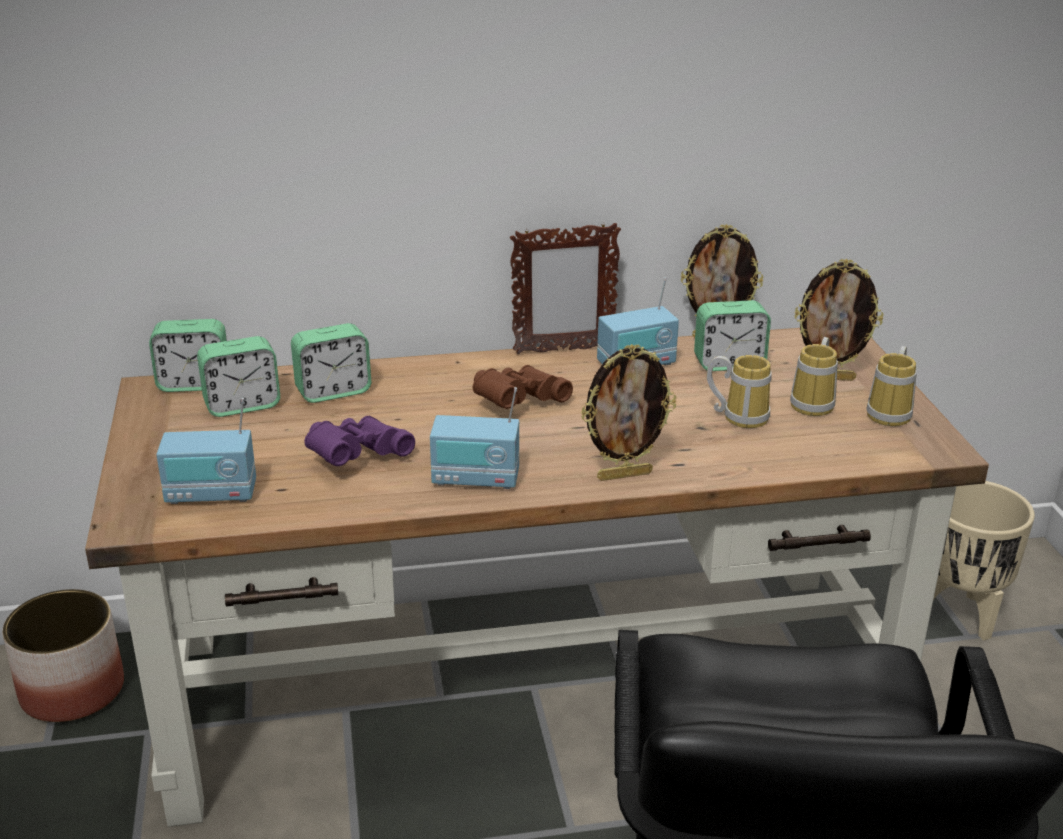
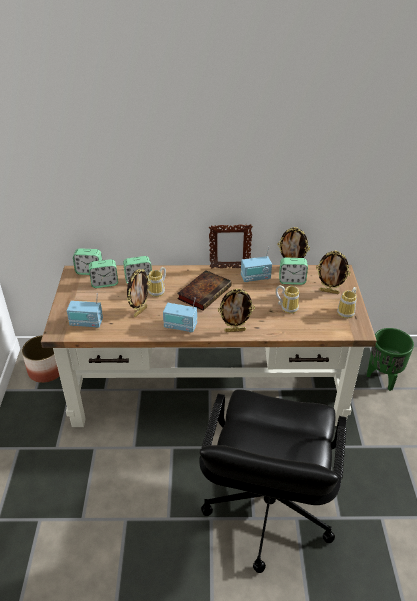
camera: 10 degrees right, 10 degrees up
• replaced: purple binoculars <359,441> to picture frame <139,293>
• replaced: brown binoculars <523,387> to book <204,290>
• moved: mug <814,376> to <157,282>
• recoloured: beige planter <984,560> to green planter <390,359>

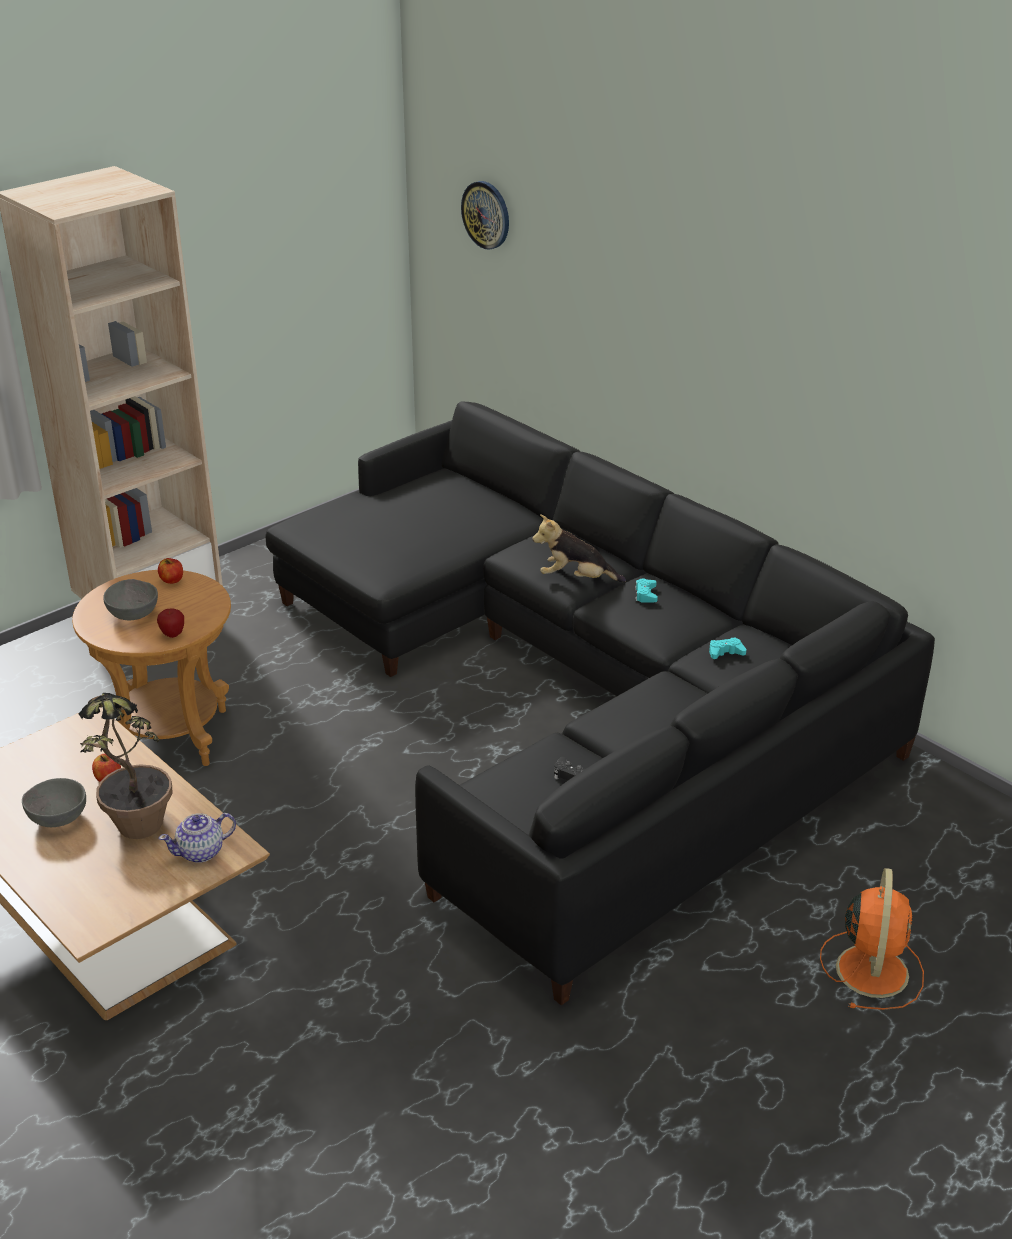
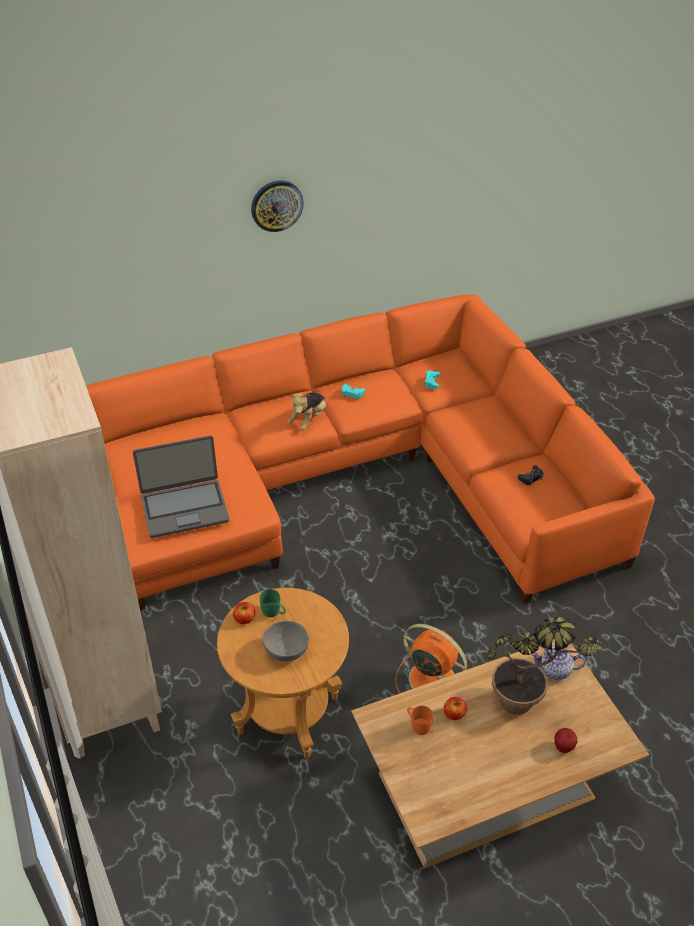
camera: 70 degrees left, 10 degrees up
• removed: grey bowl <54,802>
• moved: apple <170,623> to <565,740>
• turned: teapot <197,838> = <558,663> 105 degrees clockwise
• recoloured: black sofa <600,703> to orange sofa <370,452>
• moved: wall clock <485,215> to <277,206>
• moved: orange fan <872,939> to <431,658>
• added: laptop <181,487>
• added: green mug <273,603>
• added: orange mug <420,720>

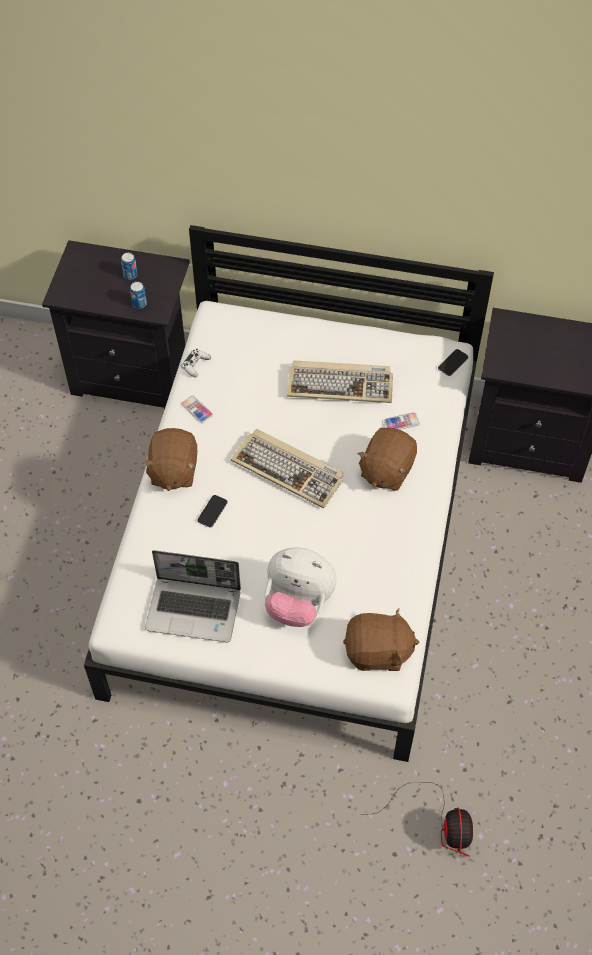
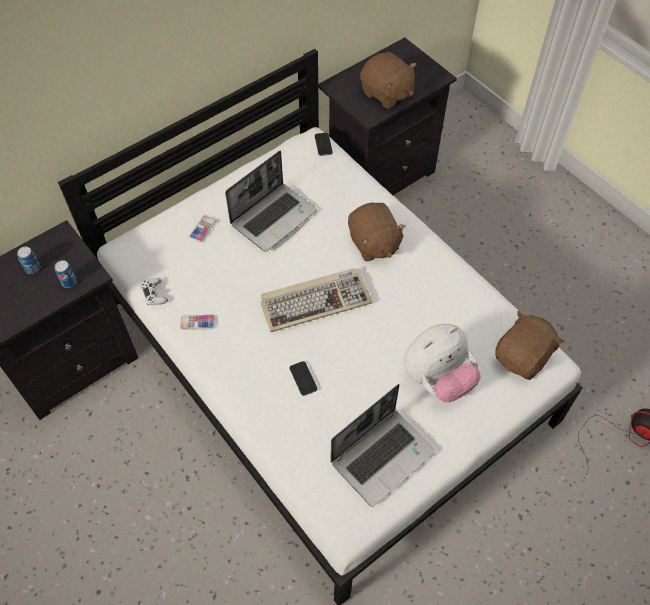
camera: 50 degrees left, 0 degrees up
• moved: brown plush toy <169,459> to <388,80>
• replaced: keyboard <340,381> to laptop <271,201>
• moved: phone <402,421> to <203,228>

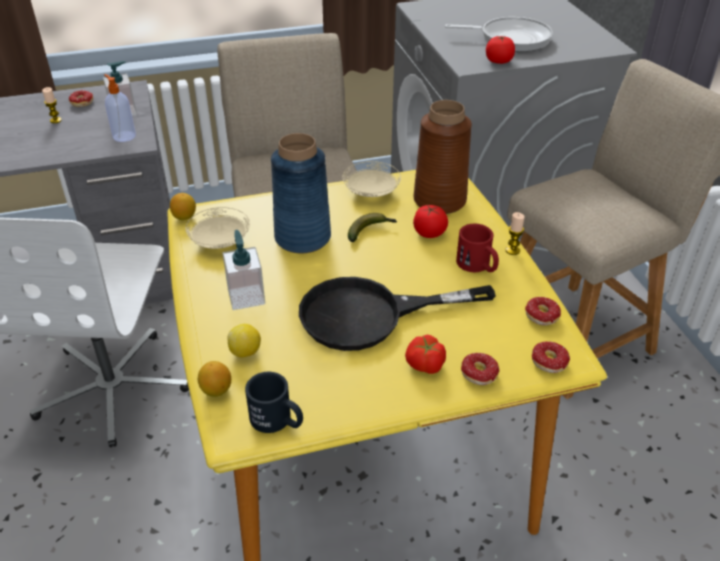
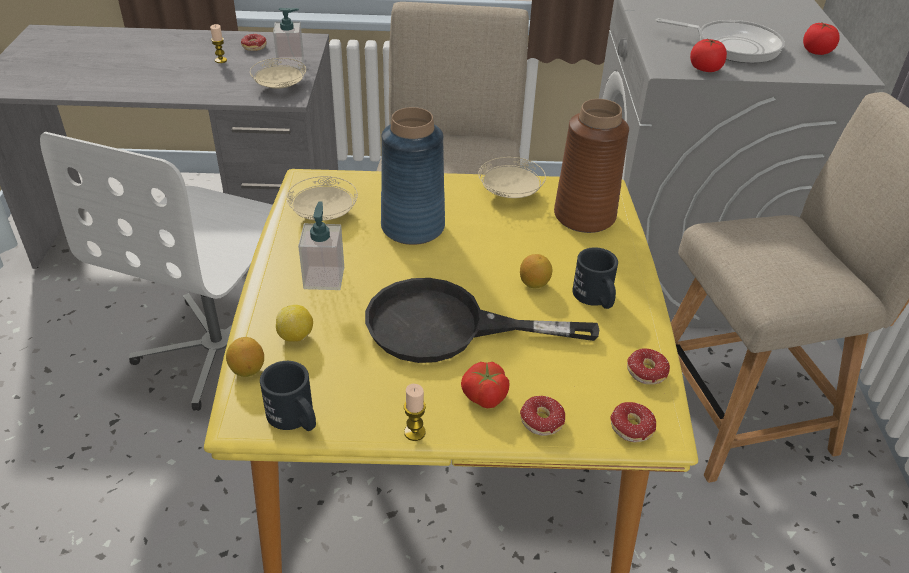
camera: 15 degrees right, 0 degrees up
• replaced: soap dispenser <120,108> to beige plate <278,73>
• moved: lemon <183,206> to <536,271>
• removed: banana <372,227>
• moved: tomato <430,221> to <821,39>
• recoloured: red mug <477,248> to black mug <595,278>
• moved: candle <515,233> to <415,412>

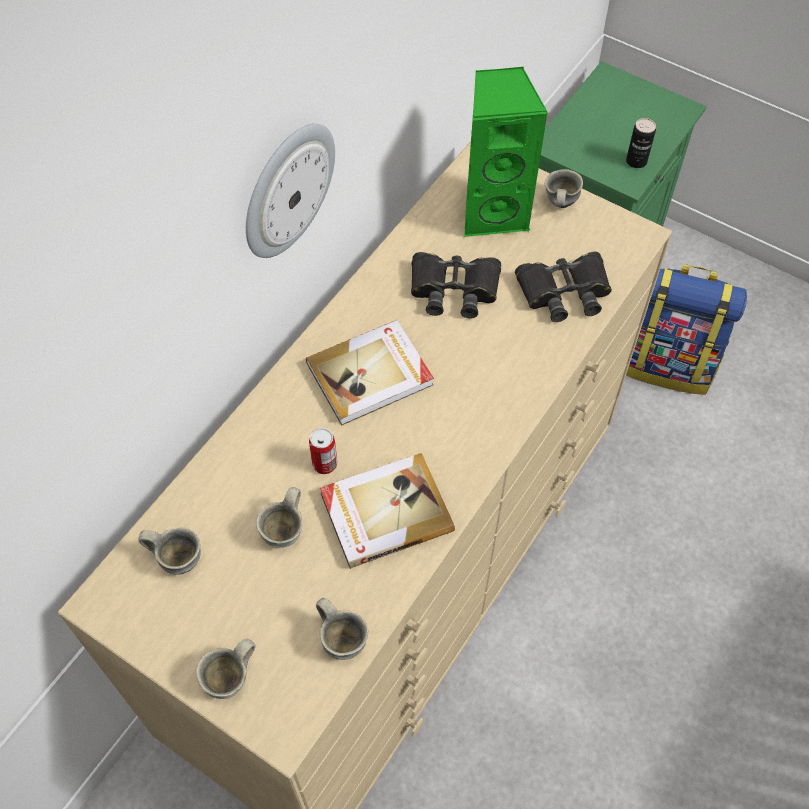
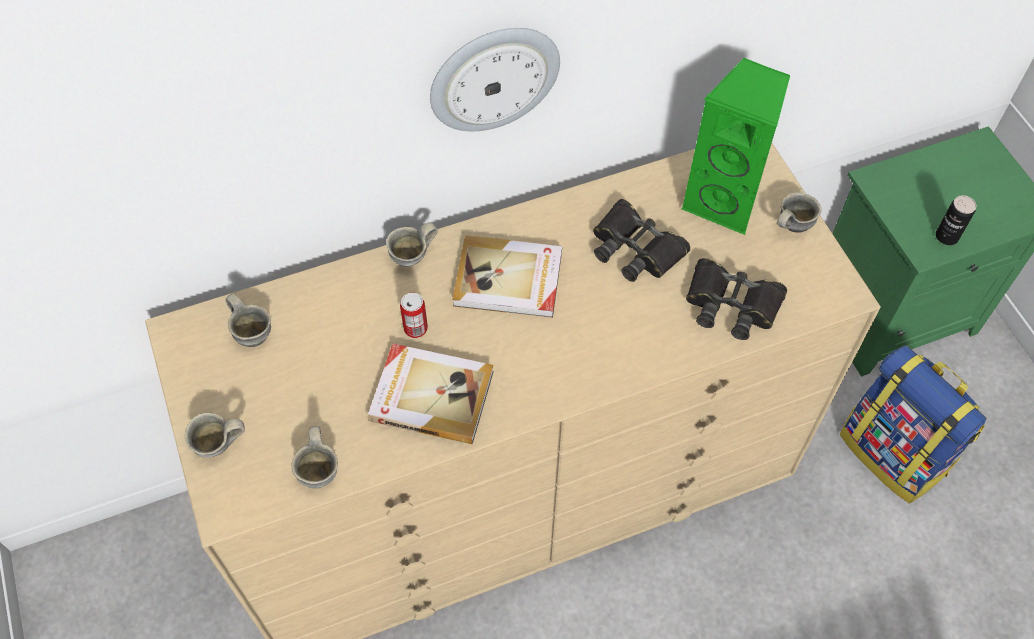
camera: 35 degrees right, 0 degrees up
• moved: grey mug <279,517> to <412,244>

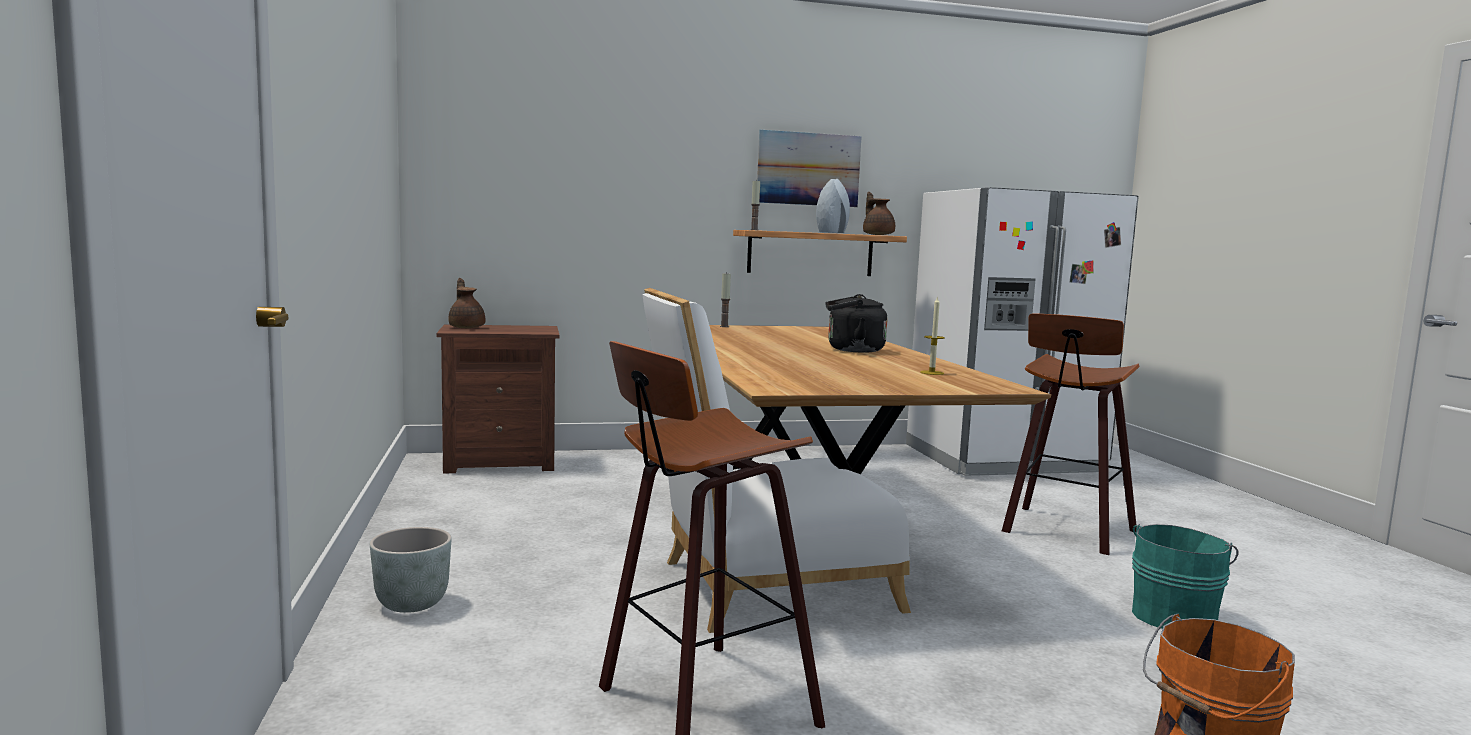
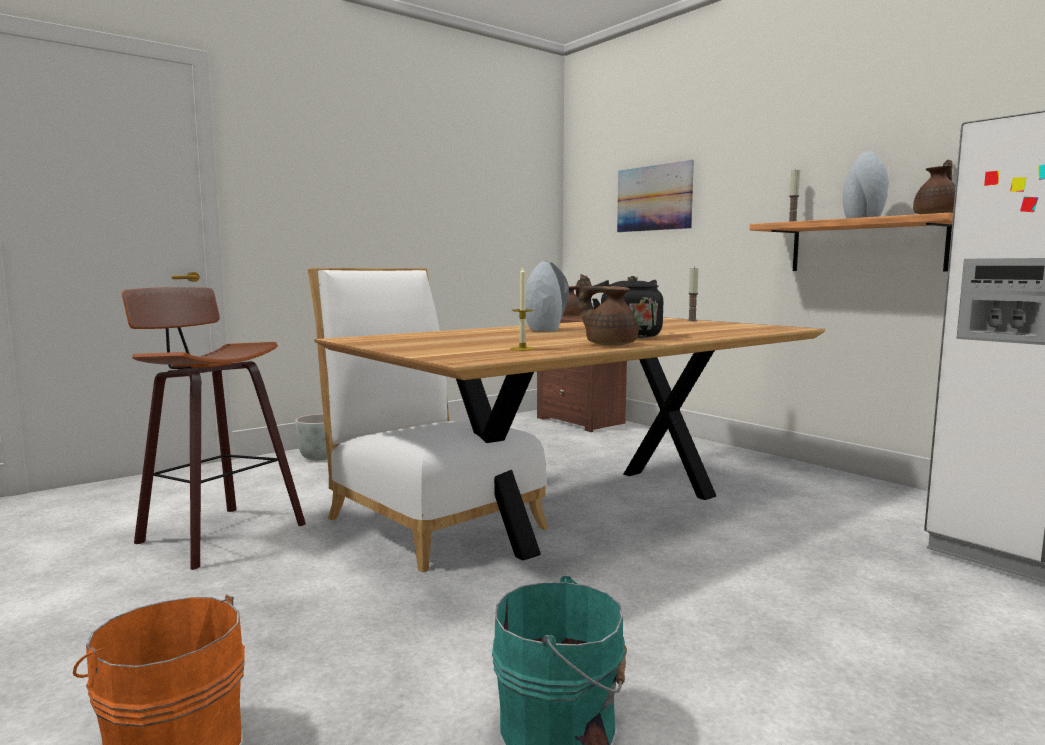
camera: 65 degrees right, 0 degrees up
• moved: picture <809,168> to <655,196>
• removed: stool <1071,434>
• added: grey vase <547,296>
• added: brown teapot <608,310>

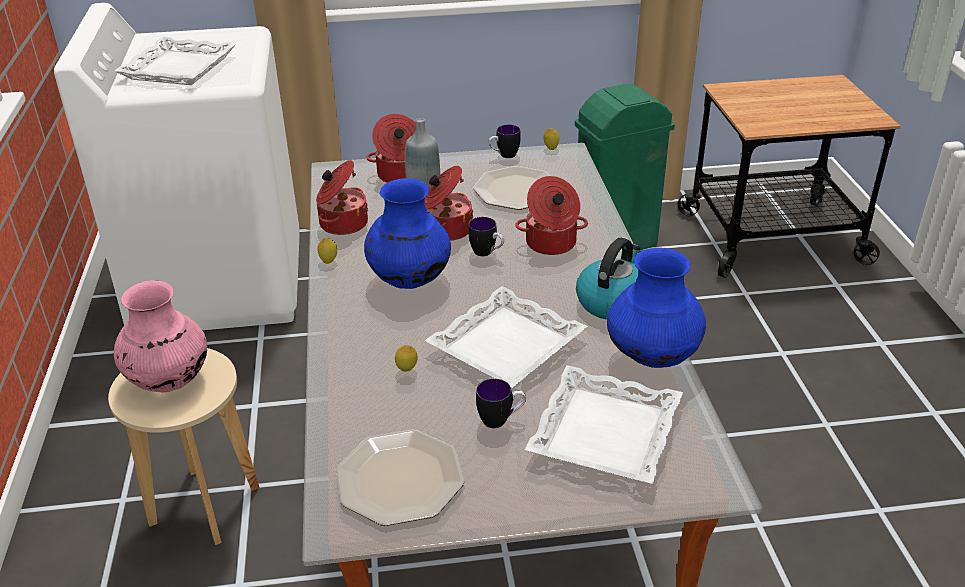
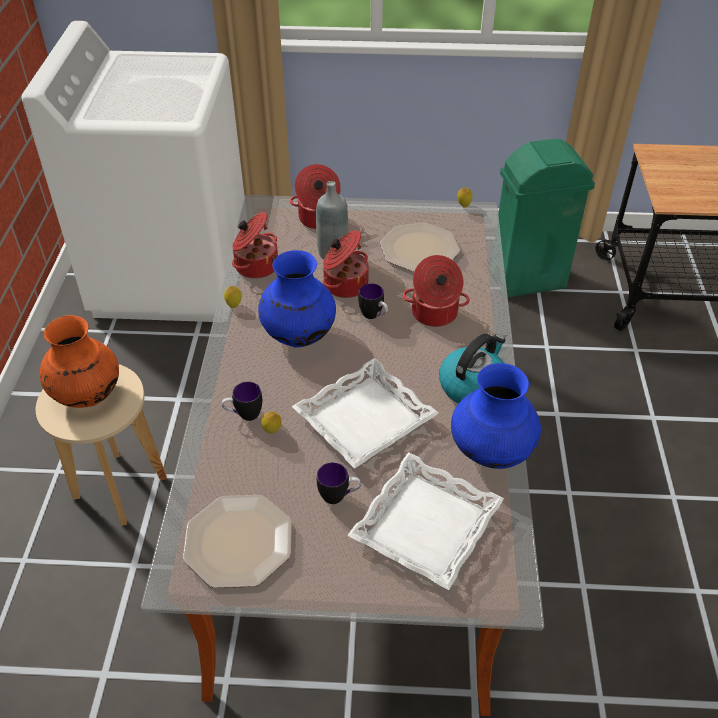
camera: 10 degrees right, 10 degrees up
• recoloured: pink vase <160,336> to orange vase <79,361>
• removed: white tray <175,61>
• moved: mug <504,141> to <242,401>

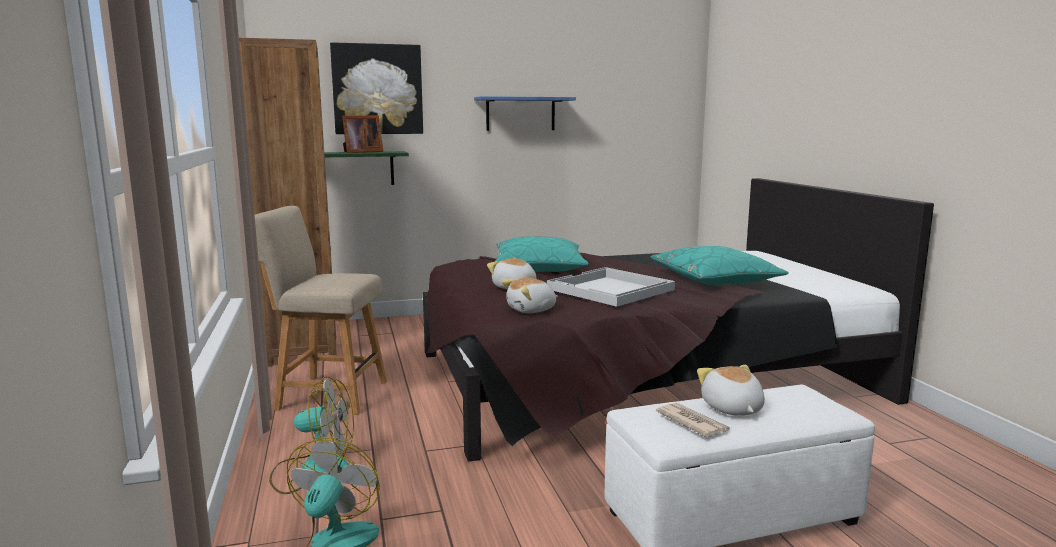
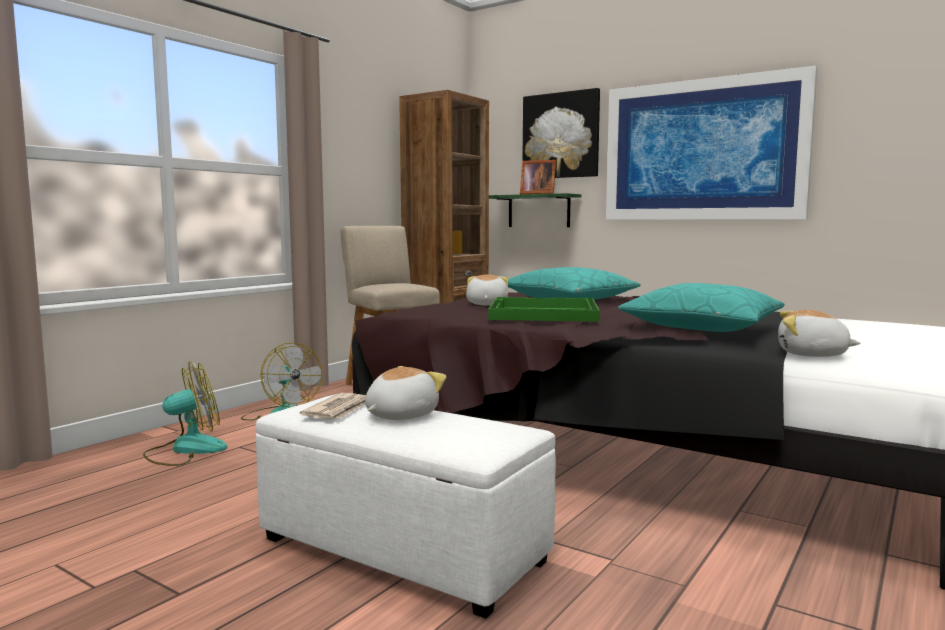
camera: 50 degrees right, 5 degrees down
• replaced: blue shelf <525,113> to picture <711,143>
• moved: plush toy <530,295> to <819,333>
• recoloured: white tray <611,287> to green tray <544,309>

